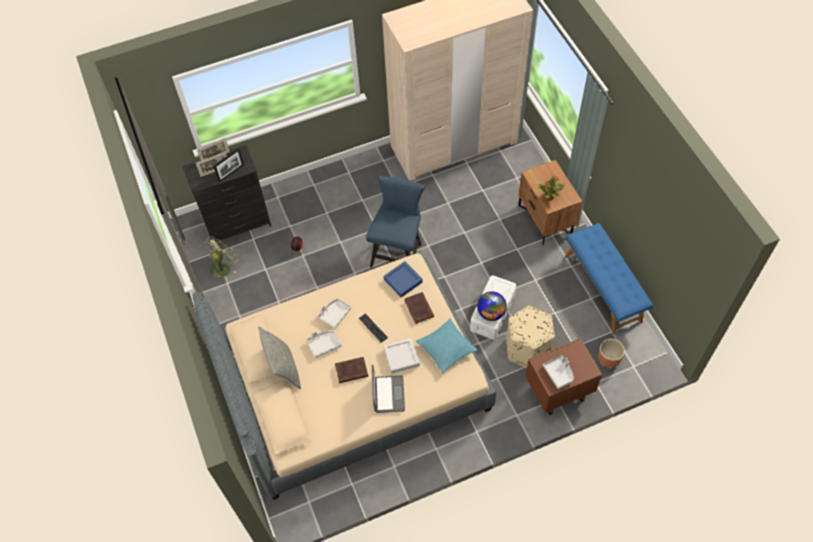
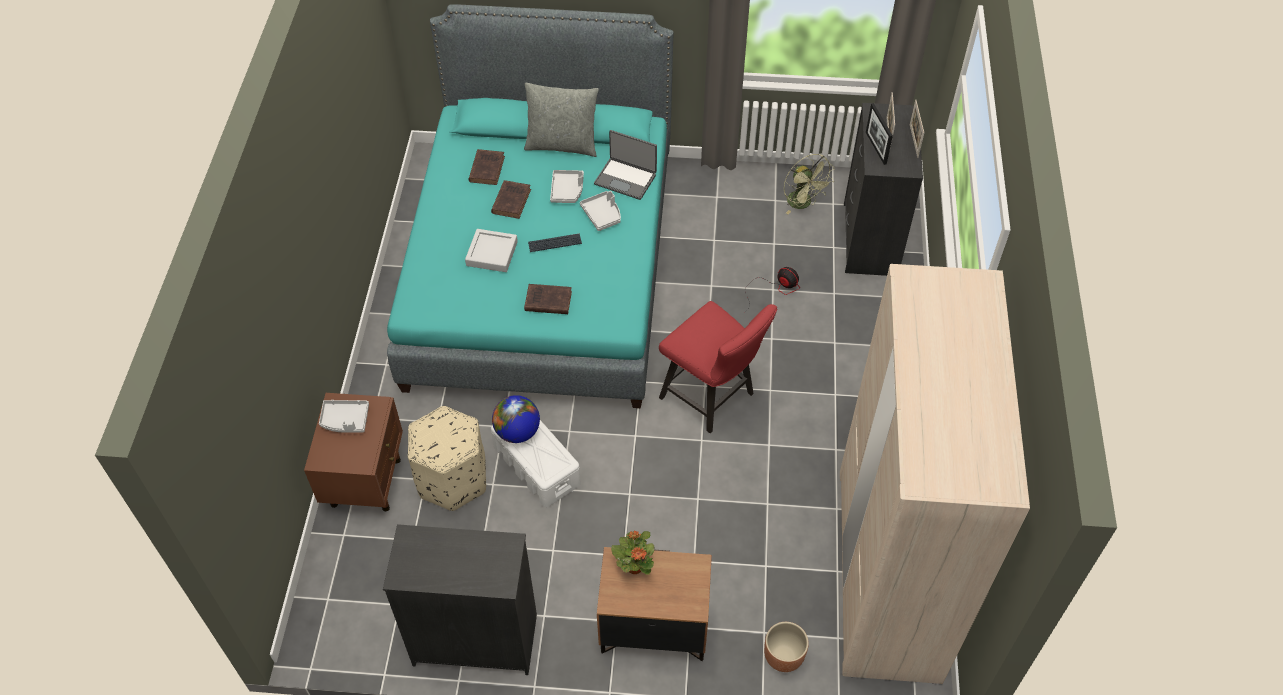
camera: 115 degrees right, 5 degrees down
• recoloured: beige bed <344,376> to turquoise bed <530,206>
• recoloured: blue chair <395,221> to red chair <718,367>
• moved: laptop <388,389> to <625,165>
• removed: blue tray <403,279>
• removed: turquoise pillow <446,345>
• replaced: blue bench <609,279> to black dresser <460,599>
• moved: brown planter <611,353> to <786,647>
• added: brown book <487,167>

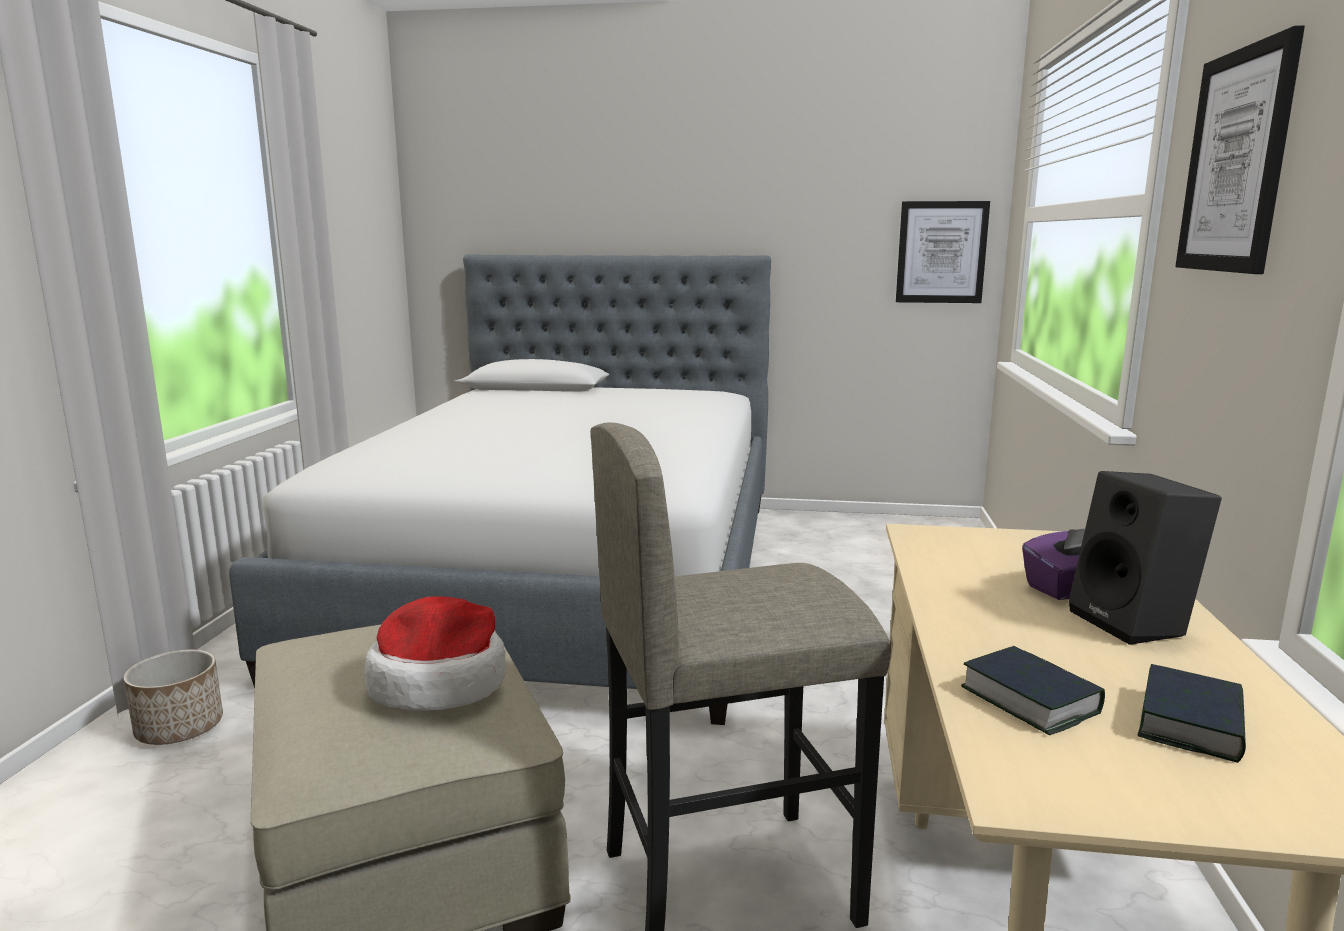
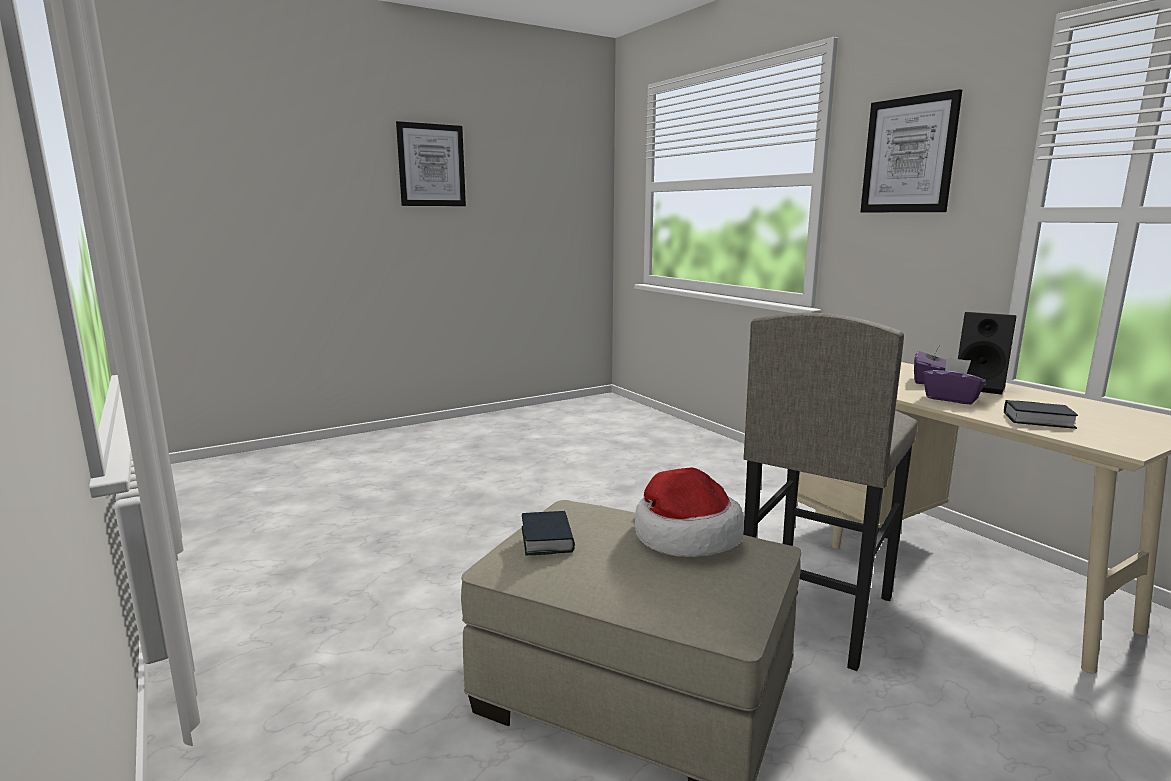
camera: 40 degrees left, 0 degrees up
• removed: planter <173,697>
• removed: bed <500,489>
• moved: picture <943,252> to <431,163>
• moved: book <1192,713> to <548,533>
• added: purple tissue box <954,381>

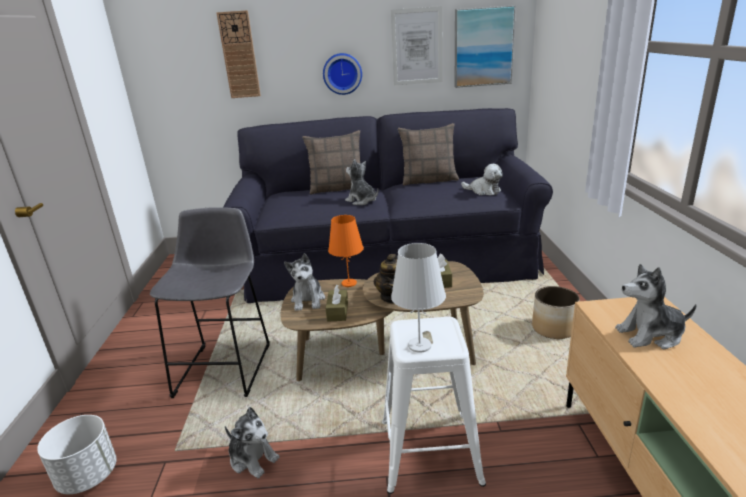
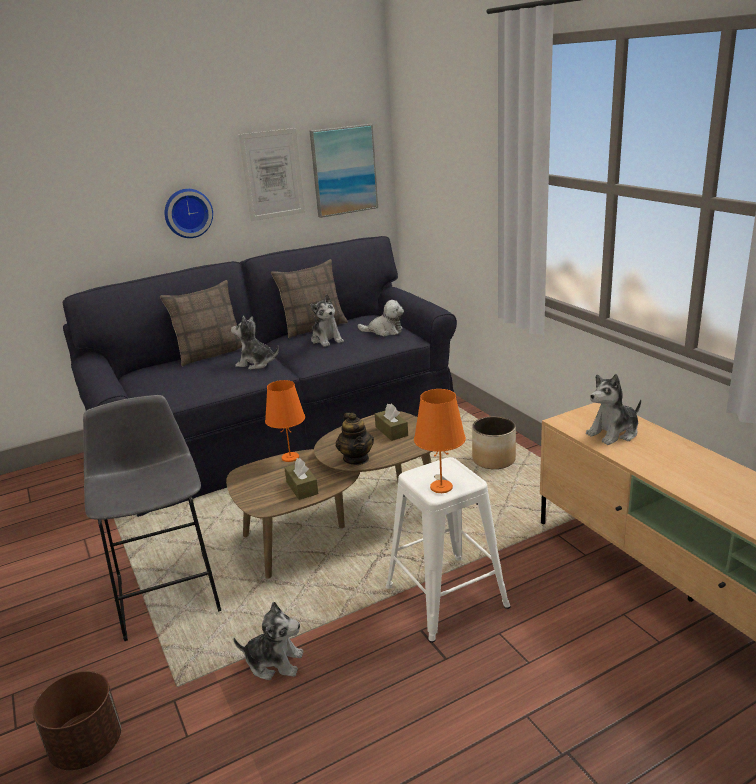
camera: 25 degrees left, 0 degrees up
• recoloured: white planter <77,454> to brown planter <77,720>
• removed: wall clock <238,54>
• moved: plush toy <304,282> to <327,320>
• recoloured: white table lamp <418,298> to orange table lamp <440,441>

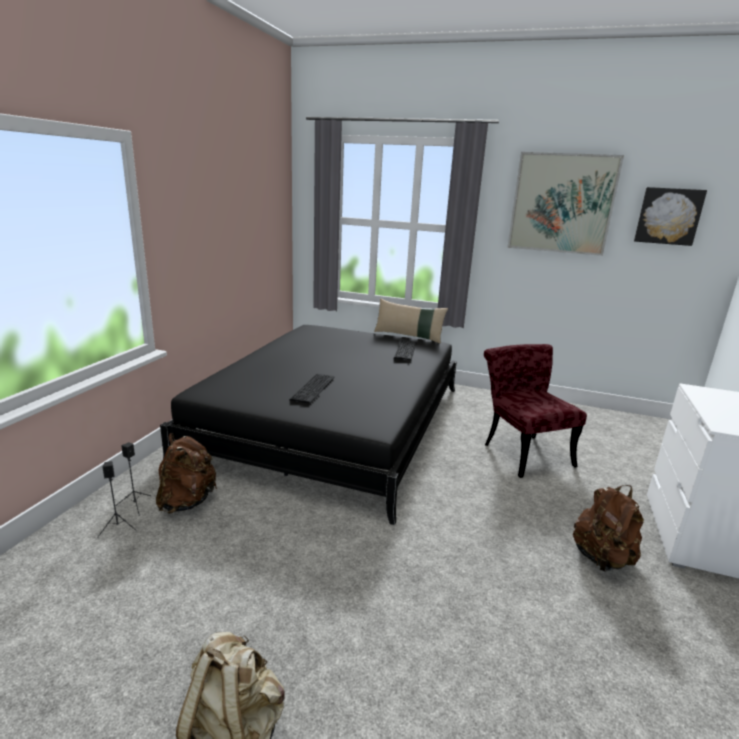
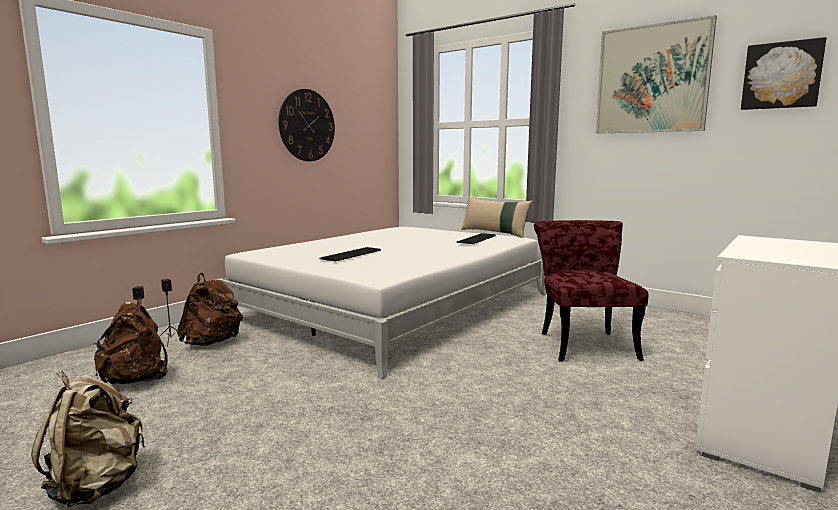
camera: 20 degrees right, 10 degrees down
• recoloured: black bed <308,425> to white bed <380,303>
• moved: brown backpack <608,528> to <131,341>
• added: wall clock <307,125>

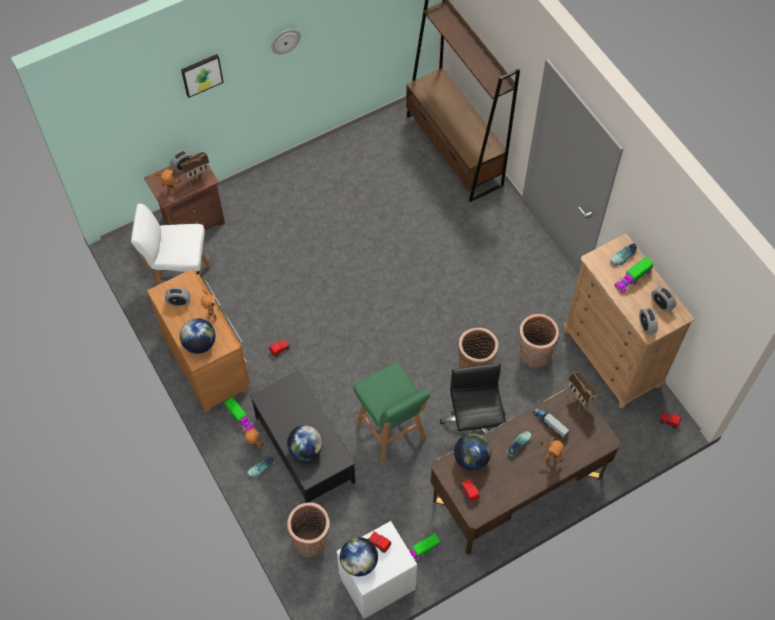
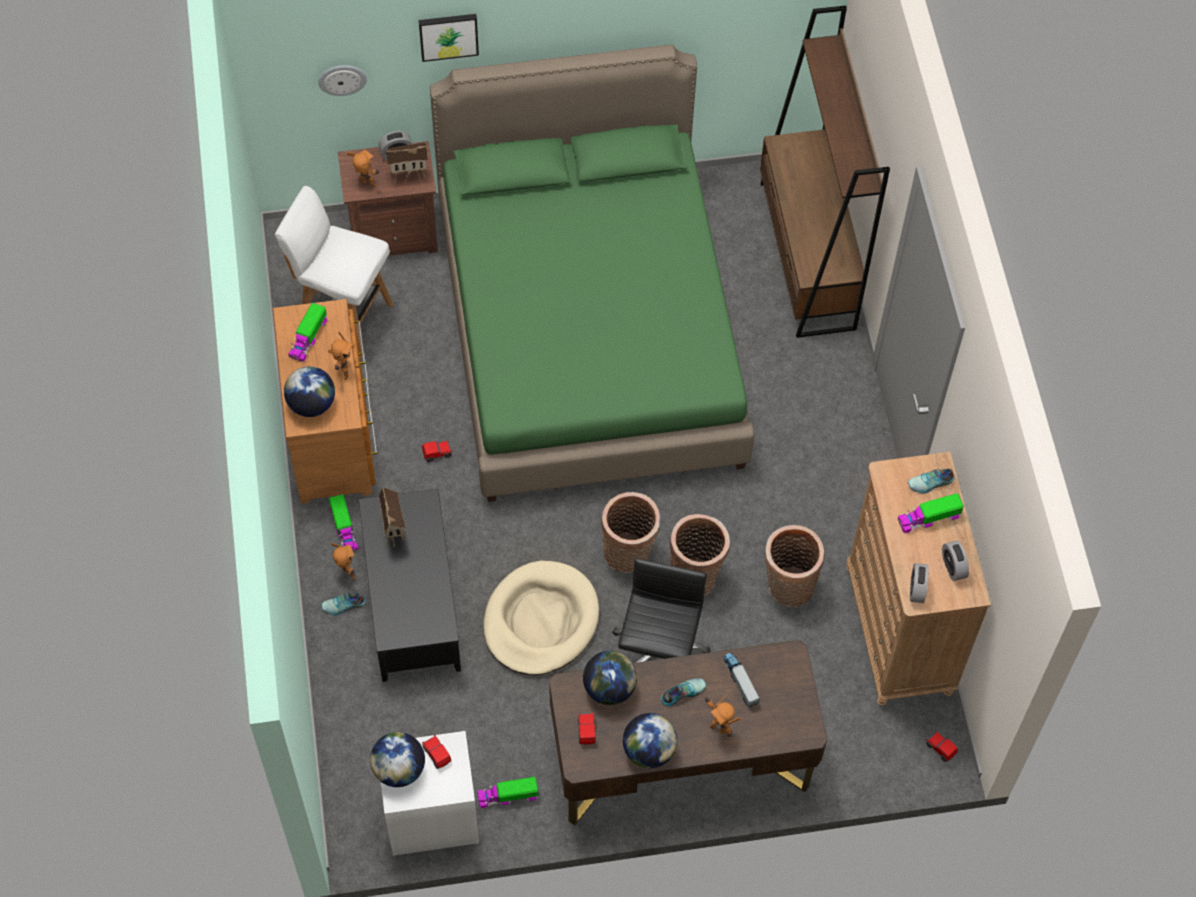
camera: 20 degrees right, 0 degrees up
• replaced: alarm clock <177,297> to toy truck <307,332>
• moved: wall clock <286,41> to <342,80>
• moved: globe <305,443> to <650,740>
• moved: basket <308,529> to <630,532>
• replaced: green stool <392,412> to beige dog bed <541,618>
• moved: toy house <582,391> to <393,517>
• added: green bed <592,273>

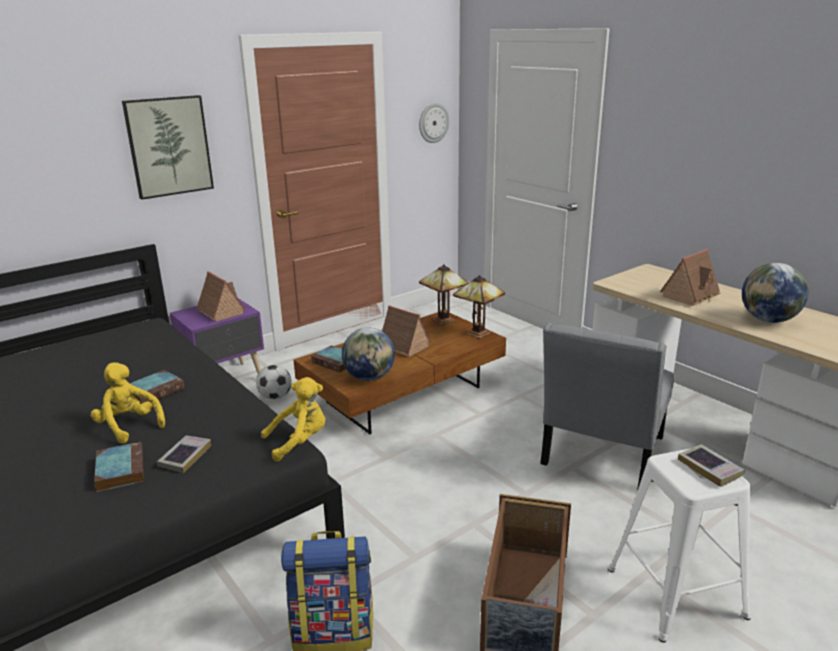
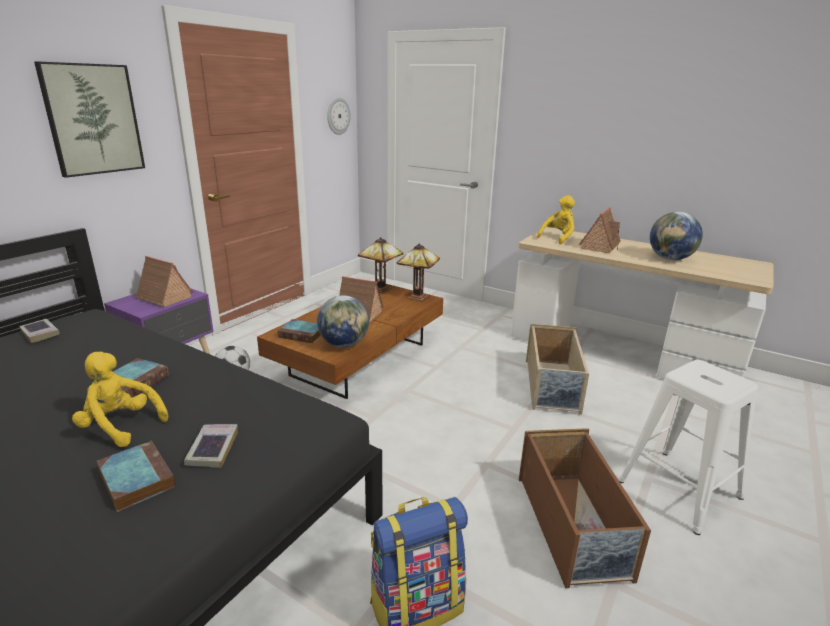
camera: 20 degrees left, 0 degrees up
• moved: yellow plush toy <293,419> to <556,220>
• replaced: grey chair <607,406> to beige storage box <557,369>
• moved: book <711,465> to <39,331>

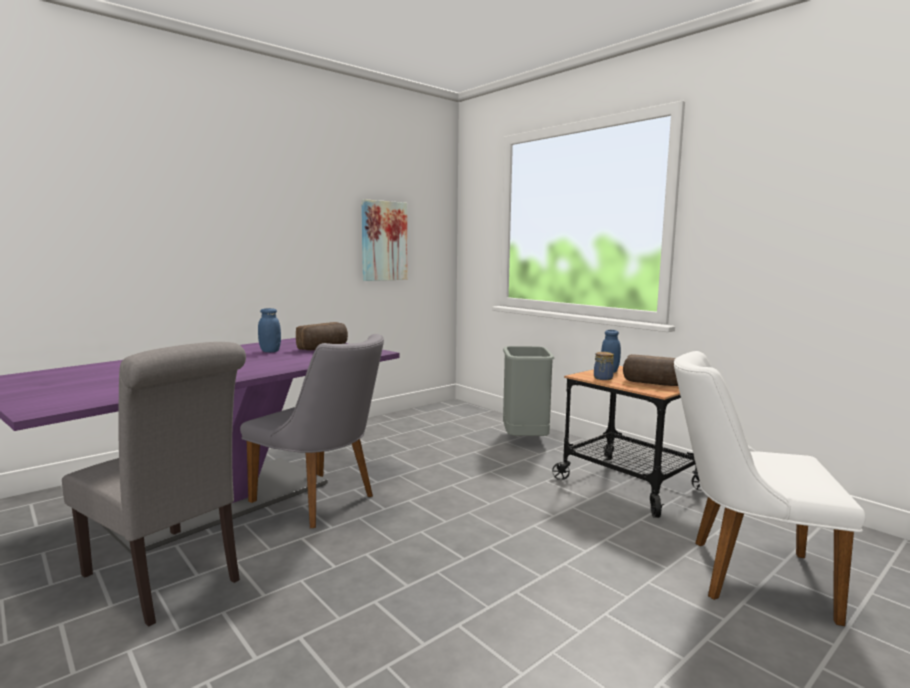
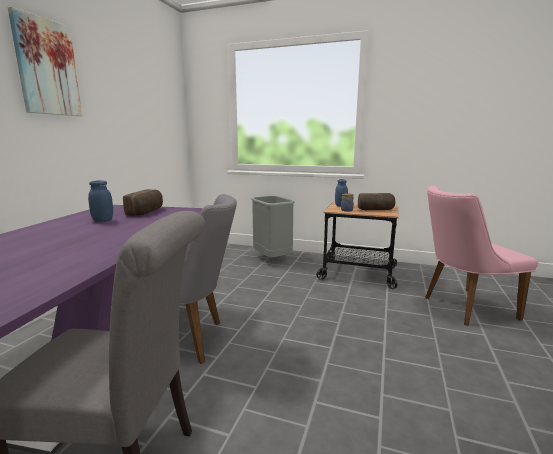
camera: 30 degrees left, 5 degrees up
• moved: picture <384,240> to <45,61>
• recoloured: white chair <770,488> to pink chair <481,256>

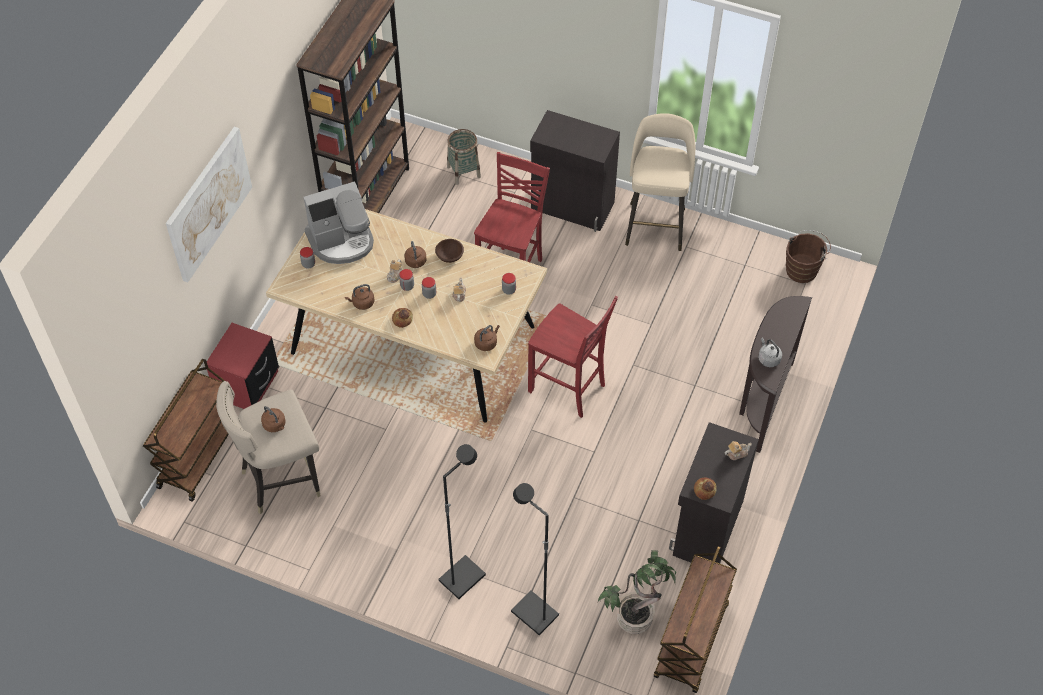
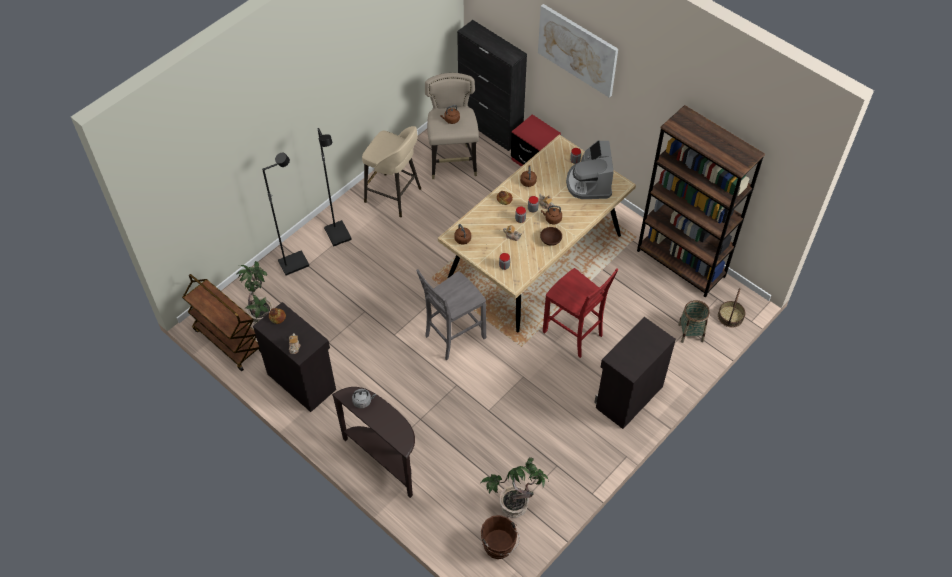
camera: 110 degrees right, 0 degrees up
• replaced: brown cart <186,430> to black cabinet <492,85>
• recoloured: red chair <573,357> to grey chair <451,314>
• moved: beige stool <660,182> to <391,171>
• added: potted plant <515,487>
• added: basket <731,307>

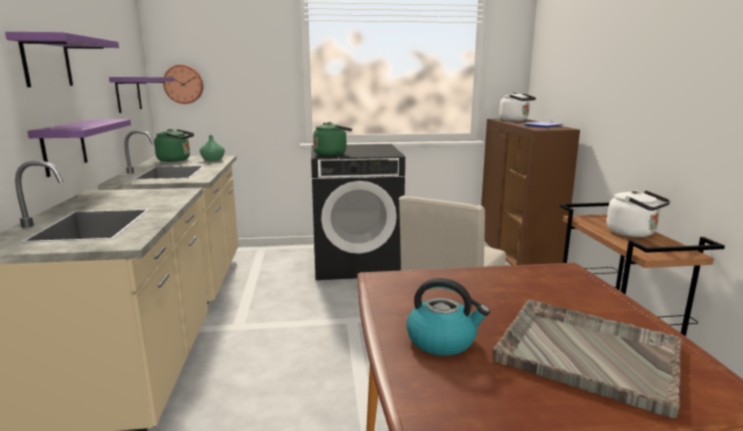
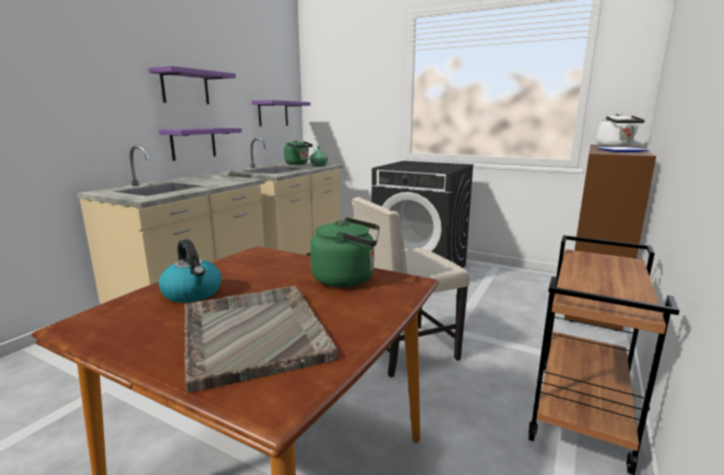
camera: 35 degrees right, 0 degrees up
• removed: wall clock <183,84>
• moved: green kettle <332,139> to <345,252>
• removed: white kettle <639,213>

